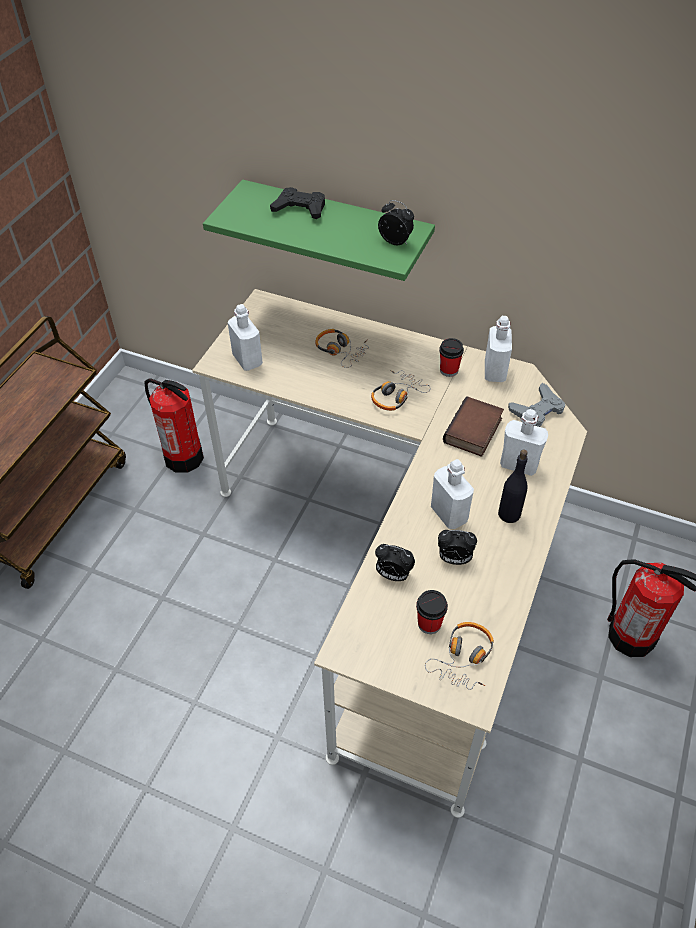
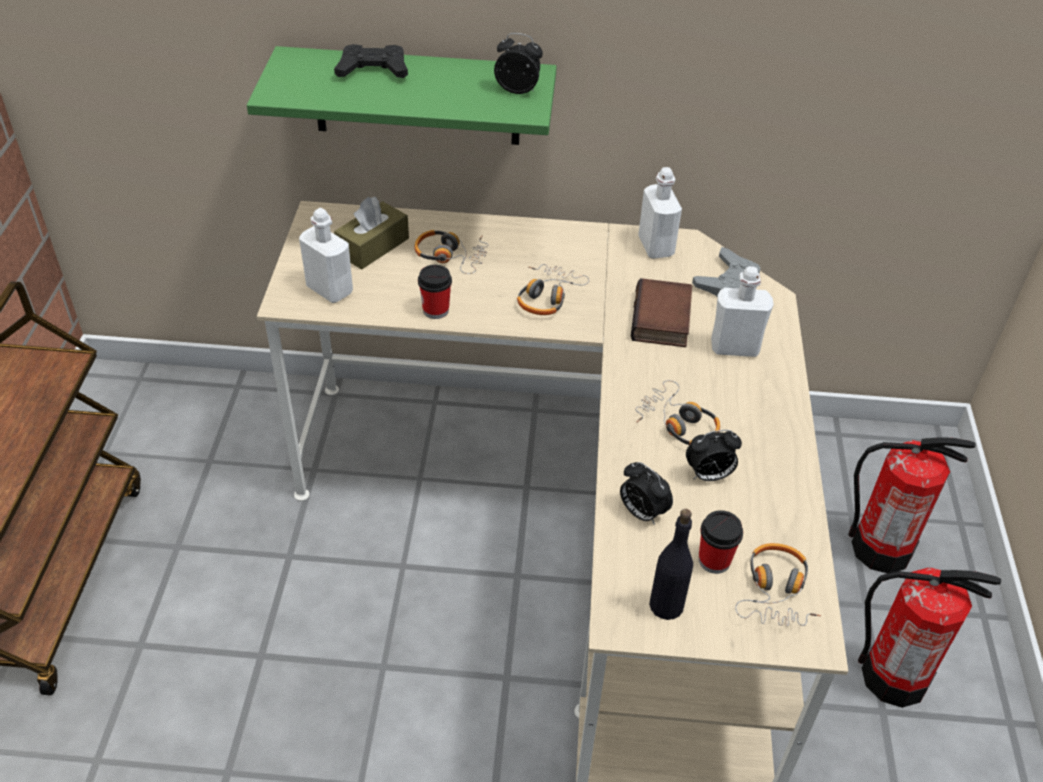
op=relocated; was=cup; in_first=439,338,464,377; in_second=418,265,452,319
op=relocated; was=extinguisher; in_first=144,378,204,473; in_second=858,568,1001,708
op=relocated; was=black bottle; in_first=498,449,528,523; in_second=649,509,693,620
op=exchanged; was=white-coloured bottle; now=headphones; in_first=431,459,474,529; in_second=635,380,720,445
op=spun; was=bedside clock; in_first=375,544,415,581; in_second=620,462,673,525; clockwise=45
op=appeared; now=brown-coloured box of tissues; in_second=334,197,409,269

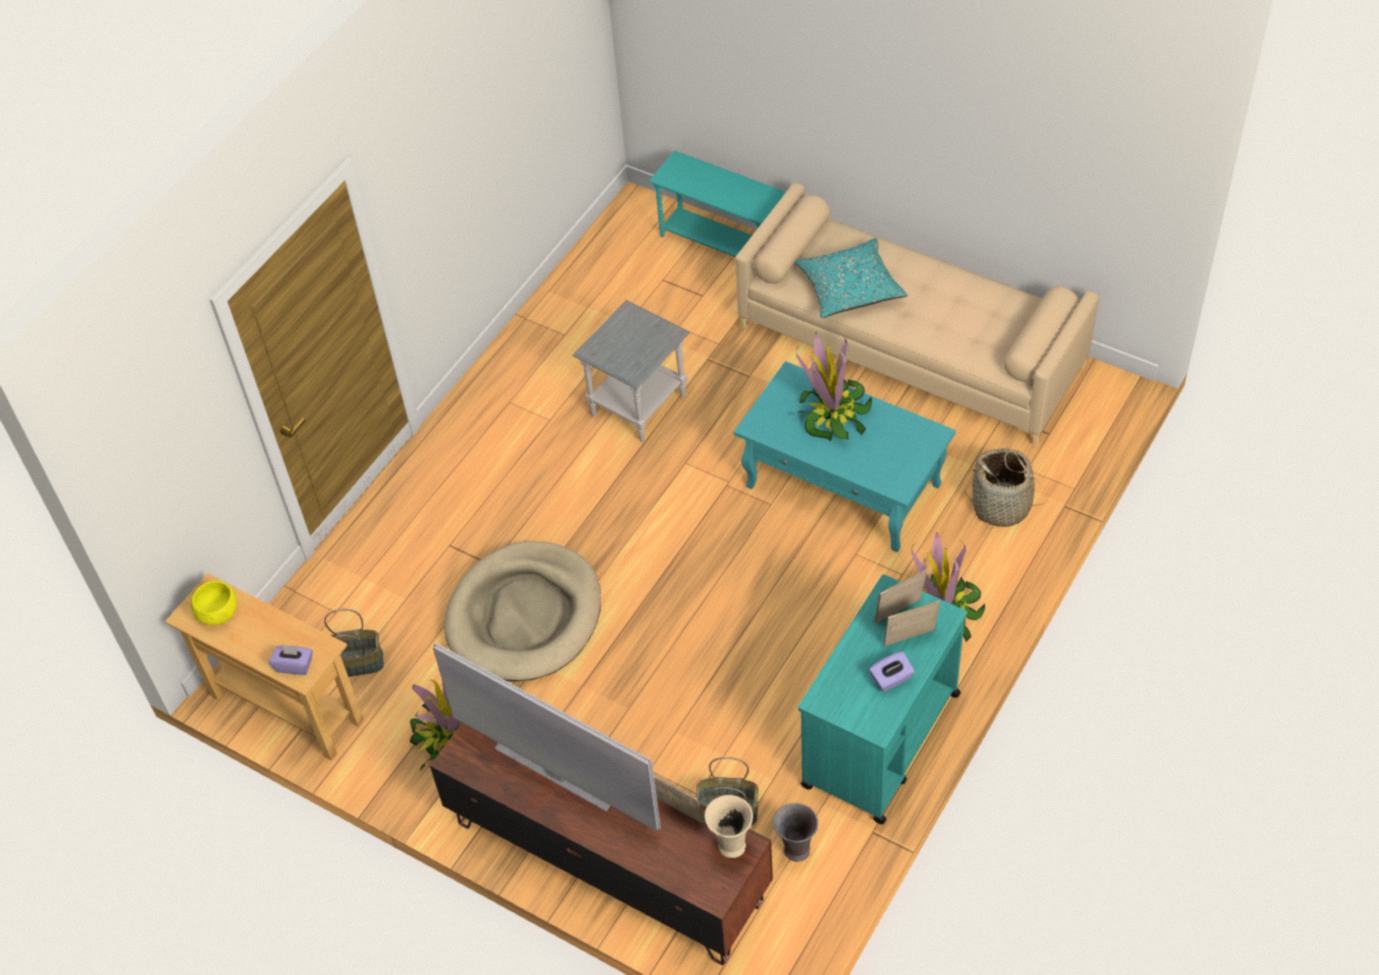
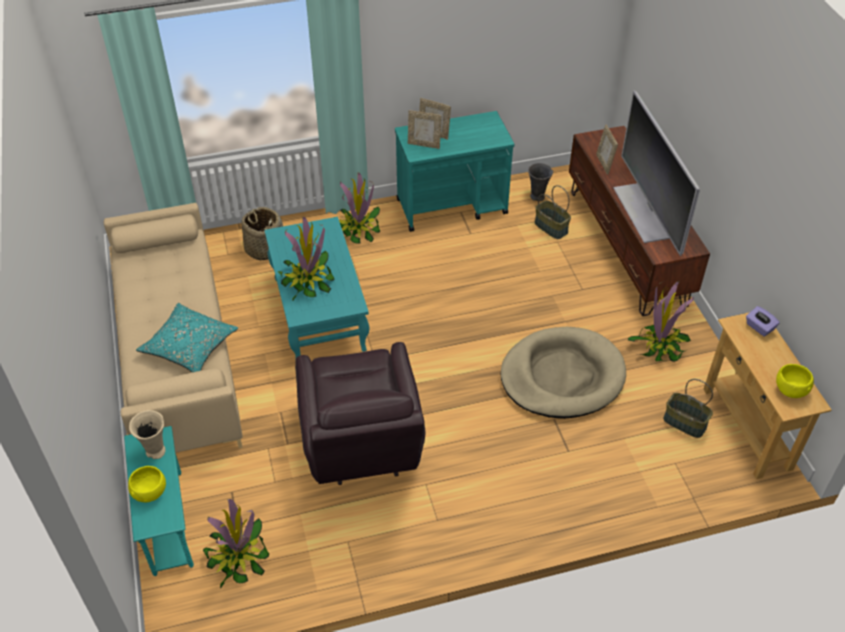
op=exchanged; was=greyish accent table; now=brown-coloured easy chair; in_first=572,300,690,442; in_second=295,342,426,485
op=missing; was=purple-coloured box of tissues; in_first=869,651,915,692
op=relocated; was=beige vase; in_first=704,795,753,858; in_second=129,410,166,459
op=appeared; now=yellow-coloured bowl; in_second=128,466,166,502
op=appeared; now=plant in a pot; in_second=203,499,269,589

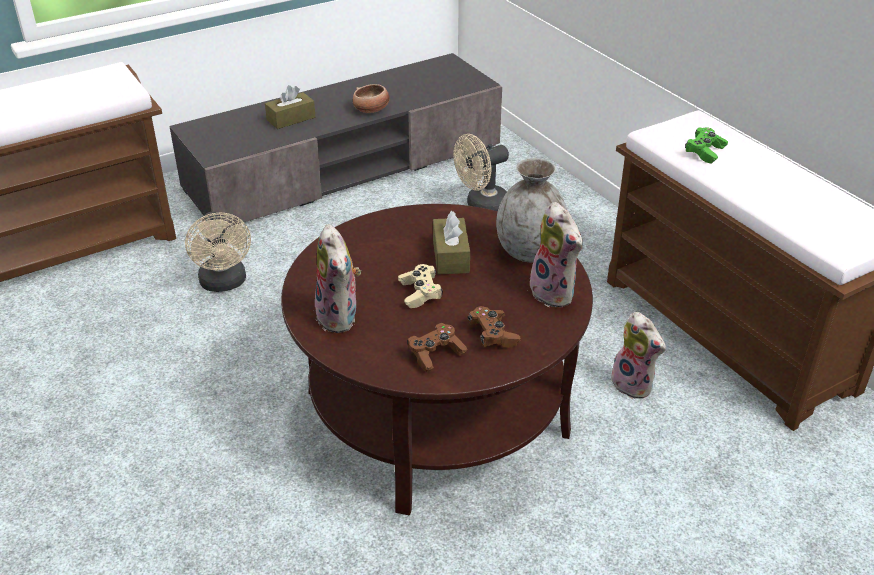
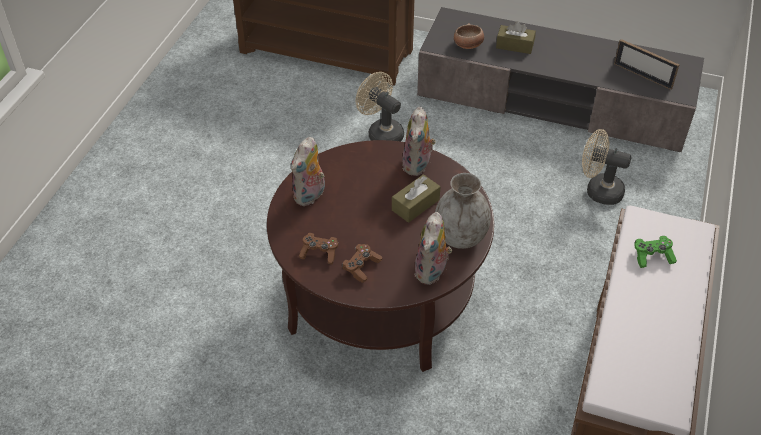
op=relocated; was=bowl; in_first=353,84,390,113; in_second=454,23,484,49
op=spun; was=beige electric fan; in_first=185,212,251,292; in_second=355,72,404,142; clockwise=105
op=missing; was=beige gamepad; in_first=398,264,443,308
op=relocated; was=plush toy; in_first=611,312,666,399; in_second=402,106,436,176
op=appeared; now=picture frame; in_second=614,39,679,90

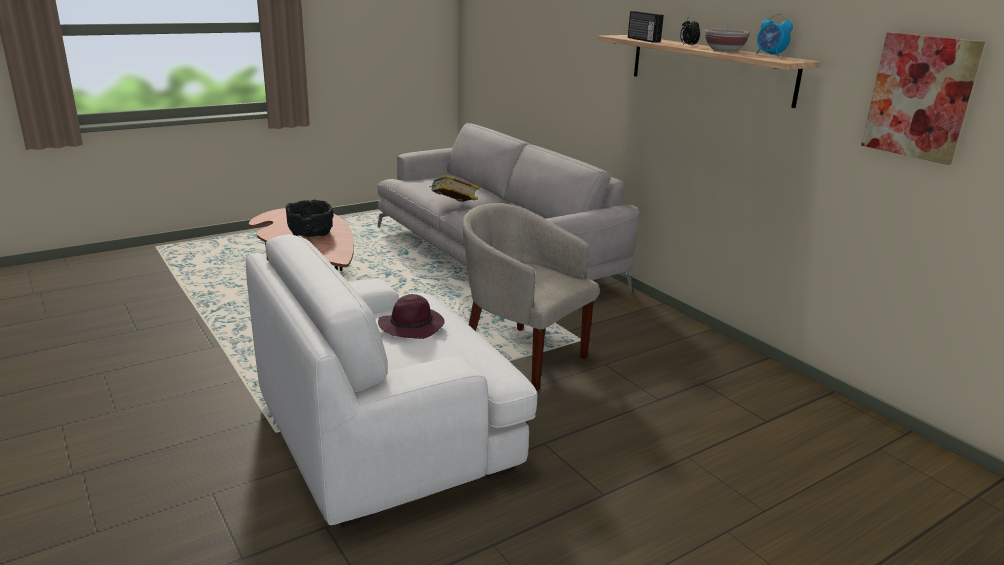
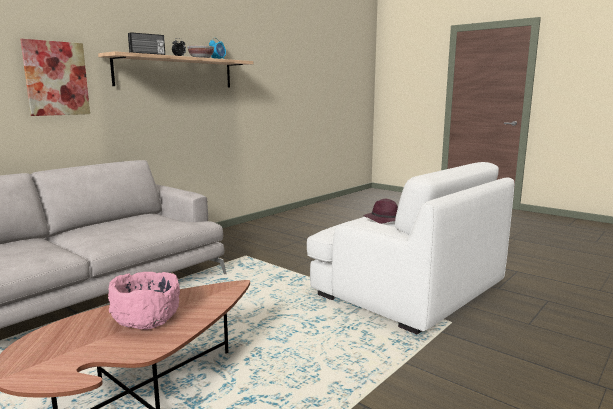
op=relocated; was=wall art; in_first=861,32,985,165; in_second=20,39,90,116
op=missing; was=book; in_first=429,175,480,202
op=colour; was=black bowl; now=pink bowl; in_first=286,200,334,237; in_second=108,272,180,330
op=missing; was=beige easy chair; in_first=462,203,600,391

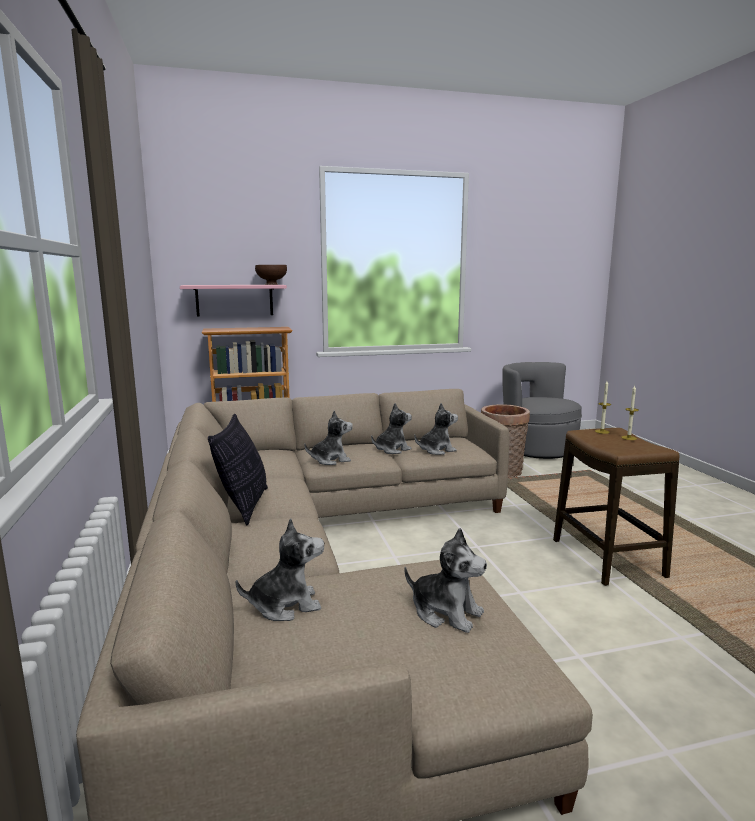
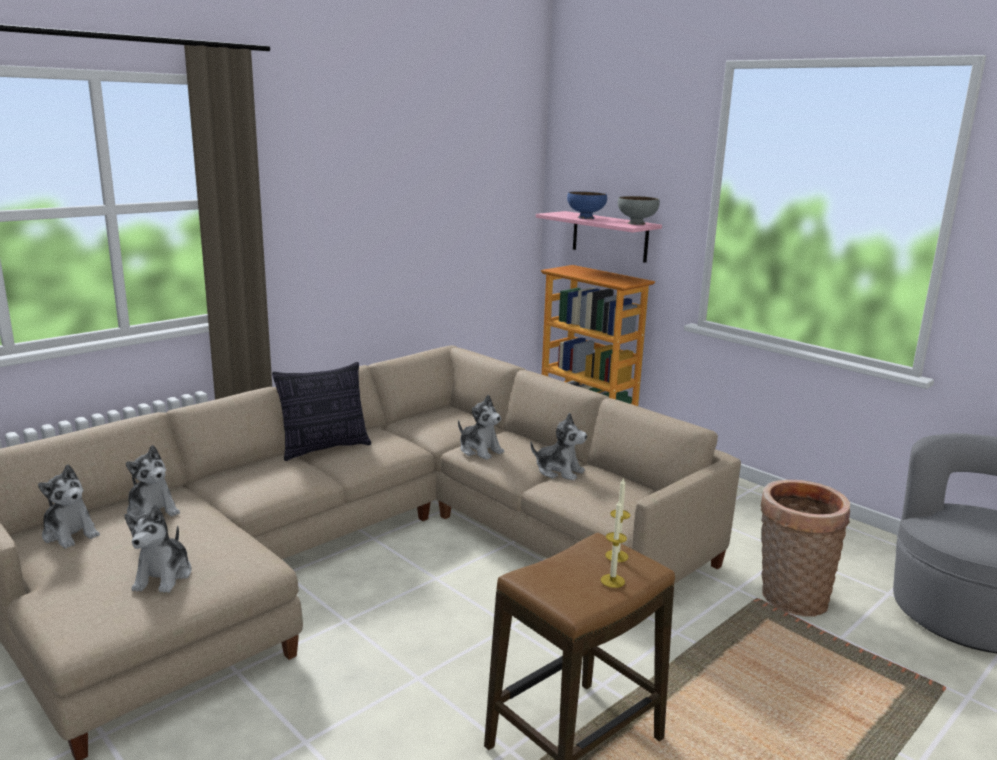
op=colour; was=brown-coloured bowl; now=greyish bowl; in_first=255,265,287,285; in_second=618,196,660,225
op=relocated; was=plush toy; in_first=414,403,458,455; in_second=38,464,100,549
op=appeared; now=bluish bowl; in_second=567,191,607,219

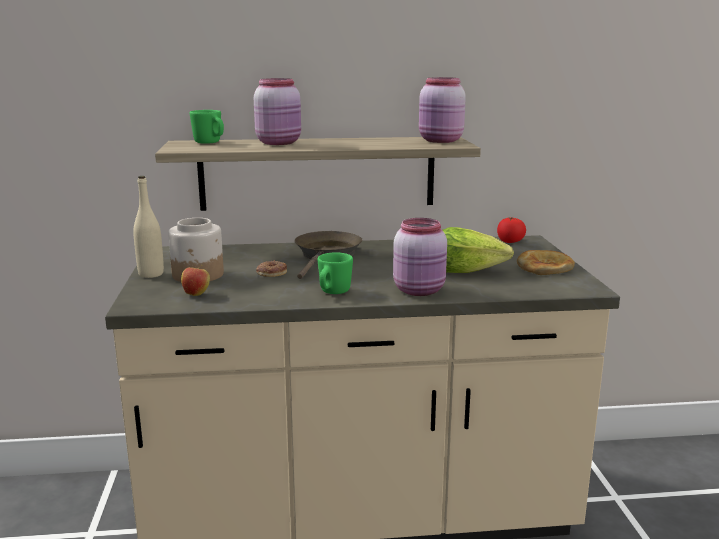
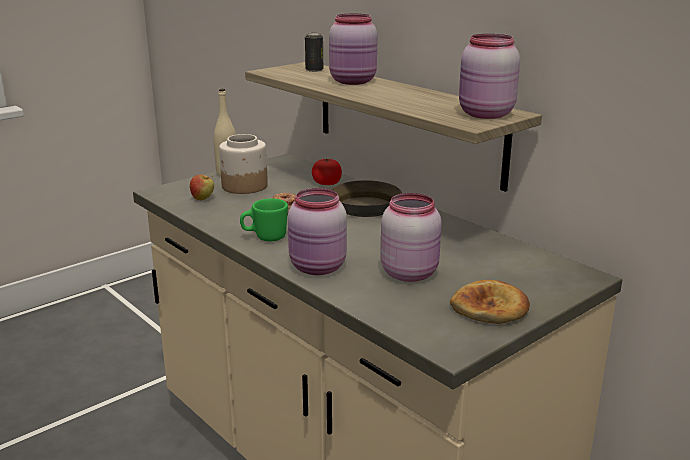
op=exchanged; was=greenish tea mug; now=sealed can; in_first=190,110,224,144; in_second=305,33,323,72
op=relocated; was=fresh tomato; in_first=497,217,526,243; in_second=312,158,342,185
op=exchanged; was=lettuce head; now=pink jar; in_first=442,227,514,273; in_second=380,193,441,282

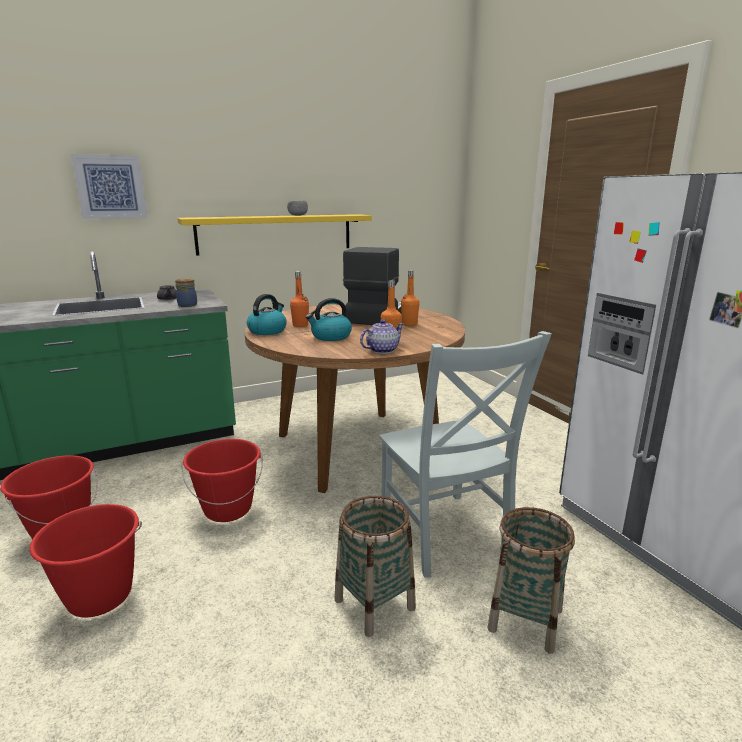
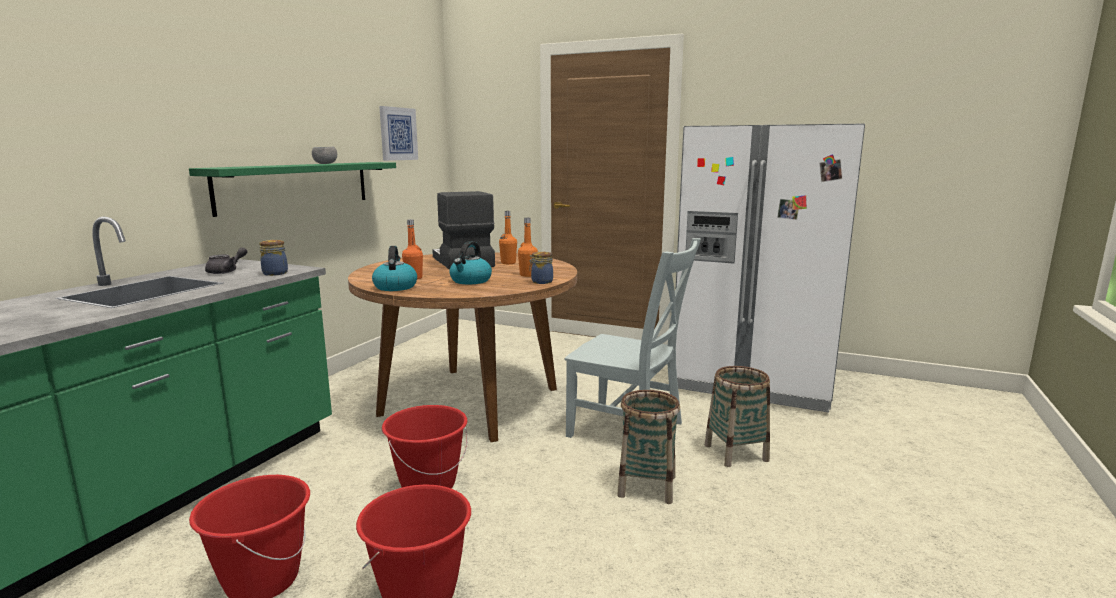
op=relocated; was=wall art; in_first=71,154,148,219; in_second=379,106,418,161
op=colour; was=yellow-coloured shelf; now=greenish shelf; in_first=177,214,372,256; in_second=189,162,396,217
op=exchanged; was=teapot; now=jar; in_first=360,319,404,354; in_second=529,252,553,284

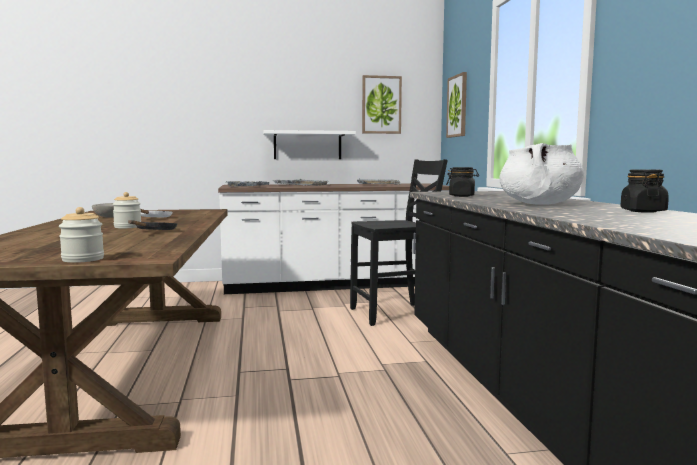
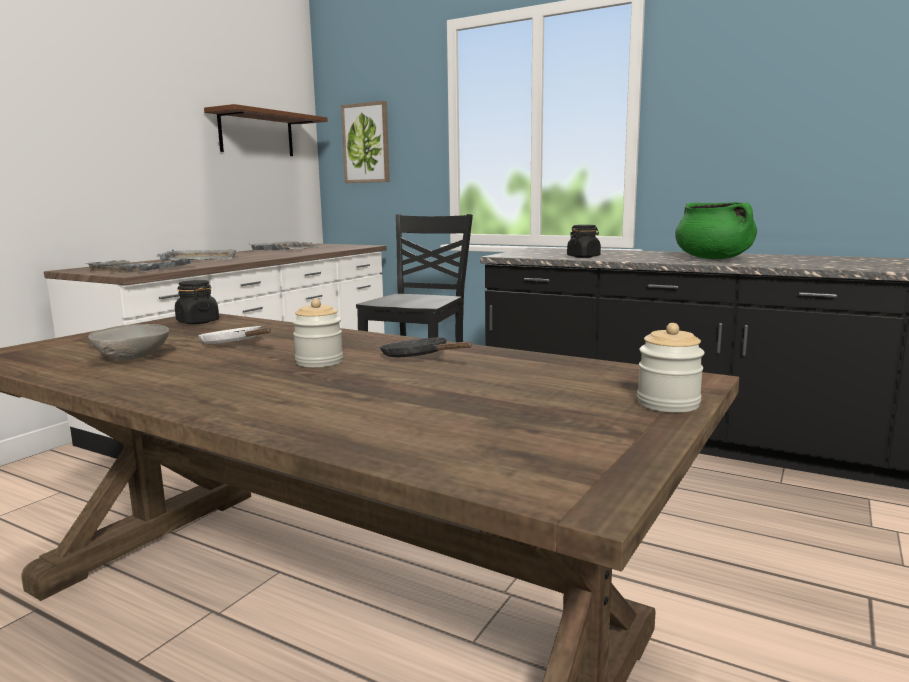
op=exchanged; was=wall art; now=brown-coloured shelf; in_first=362,75,402,134; in_second=204,104,328,156
op=missing; was=white-coloured shelf; in_first=263,130,356,159
op=colour; was=white-coloured cooking pot; now=greenish cooking pot; in_first=500,143,584,205; in_second=675,202,757,259
op=relocated; was=black jar; in_first=620,169,669,213; in_second=175,280,219,324

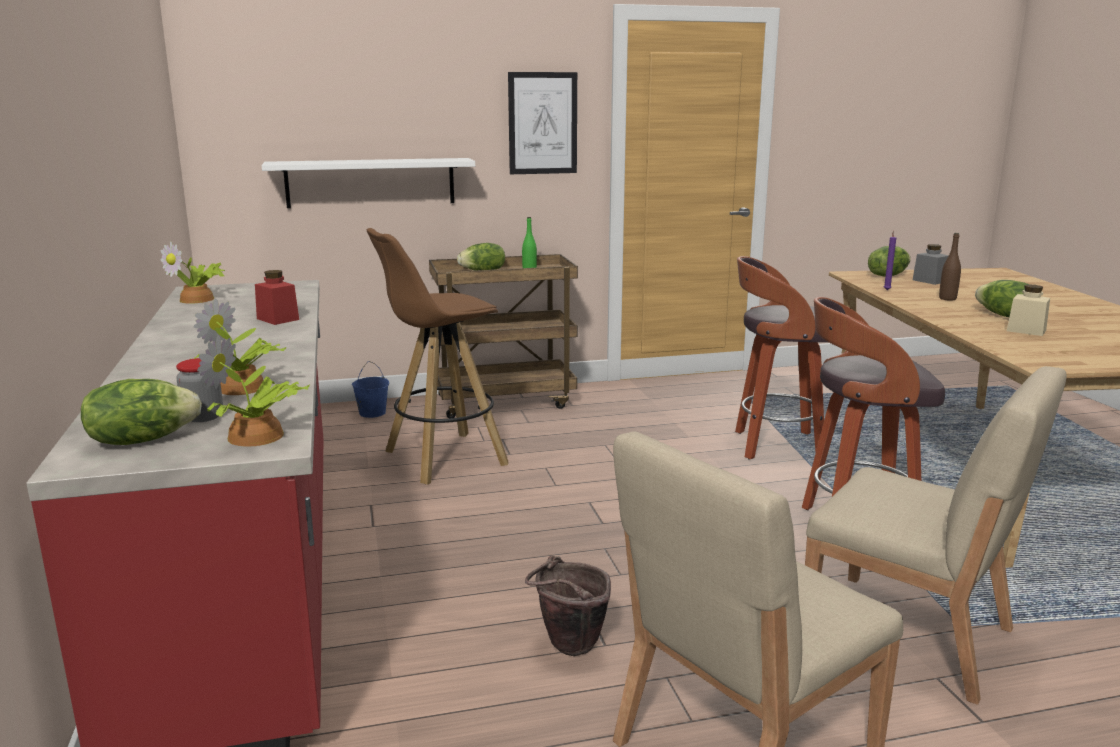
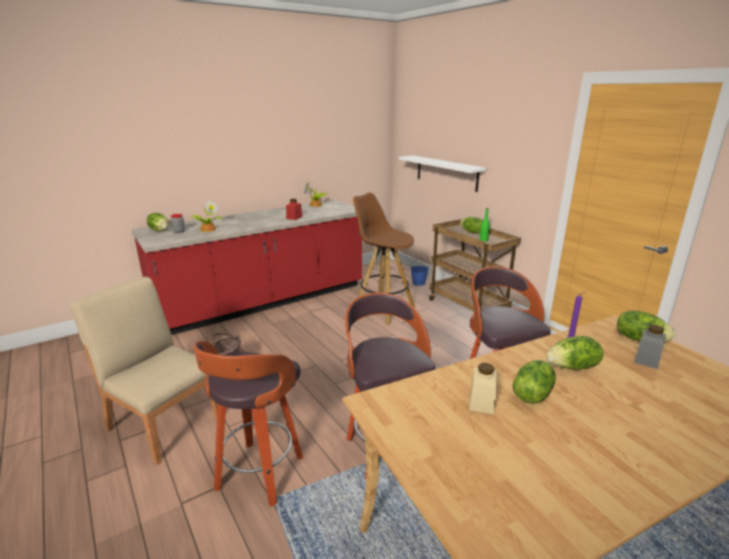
op=missing; was=wall art; in_first=508,72,577,174
op=exchanged; was=brown-coloured bottle; now=lettuce head; in_first=939,233,961,301; in_second=546,336,604,370
op=missing; was=plant in a pot; in_first=197,335,310,447
op=exchanged; was=beige upright chair; now=stool; in_first=805,366,1067,705; in_second=193,341,303,507

